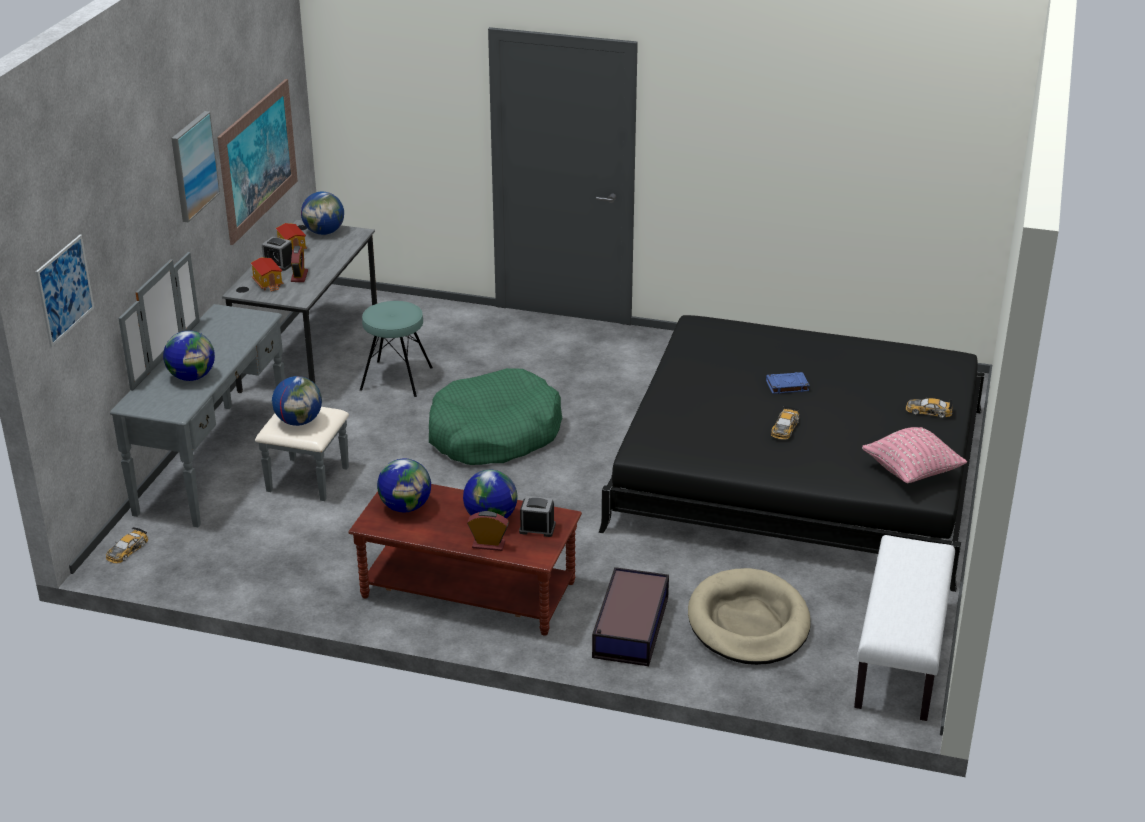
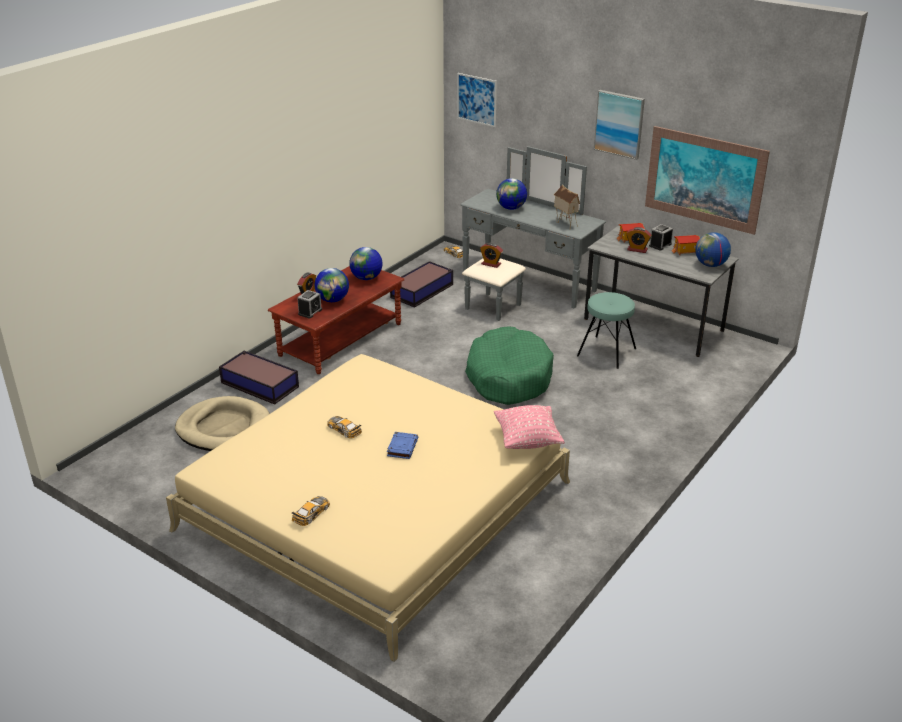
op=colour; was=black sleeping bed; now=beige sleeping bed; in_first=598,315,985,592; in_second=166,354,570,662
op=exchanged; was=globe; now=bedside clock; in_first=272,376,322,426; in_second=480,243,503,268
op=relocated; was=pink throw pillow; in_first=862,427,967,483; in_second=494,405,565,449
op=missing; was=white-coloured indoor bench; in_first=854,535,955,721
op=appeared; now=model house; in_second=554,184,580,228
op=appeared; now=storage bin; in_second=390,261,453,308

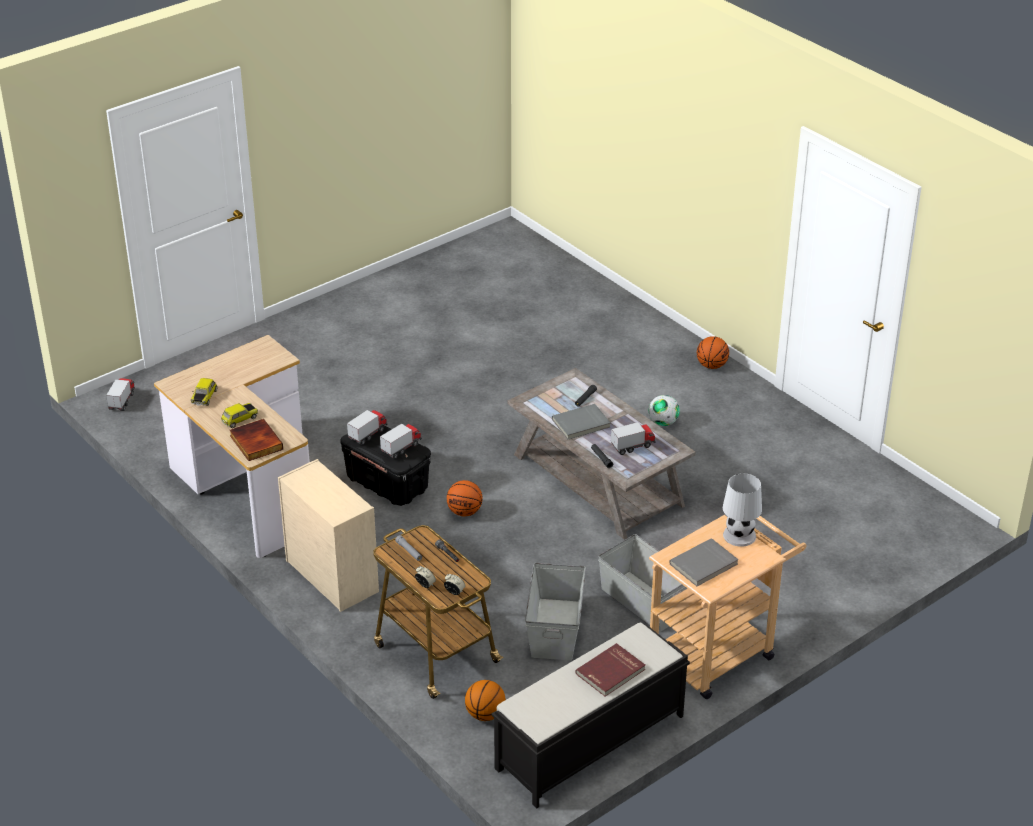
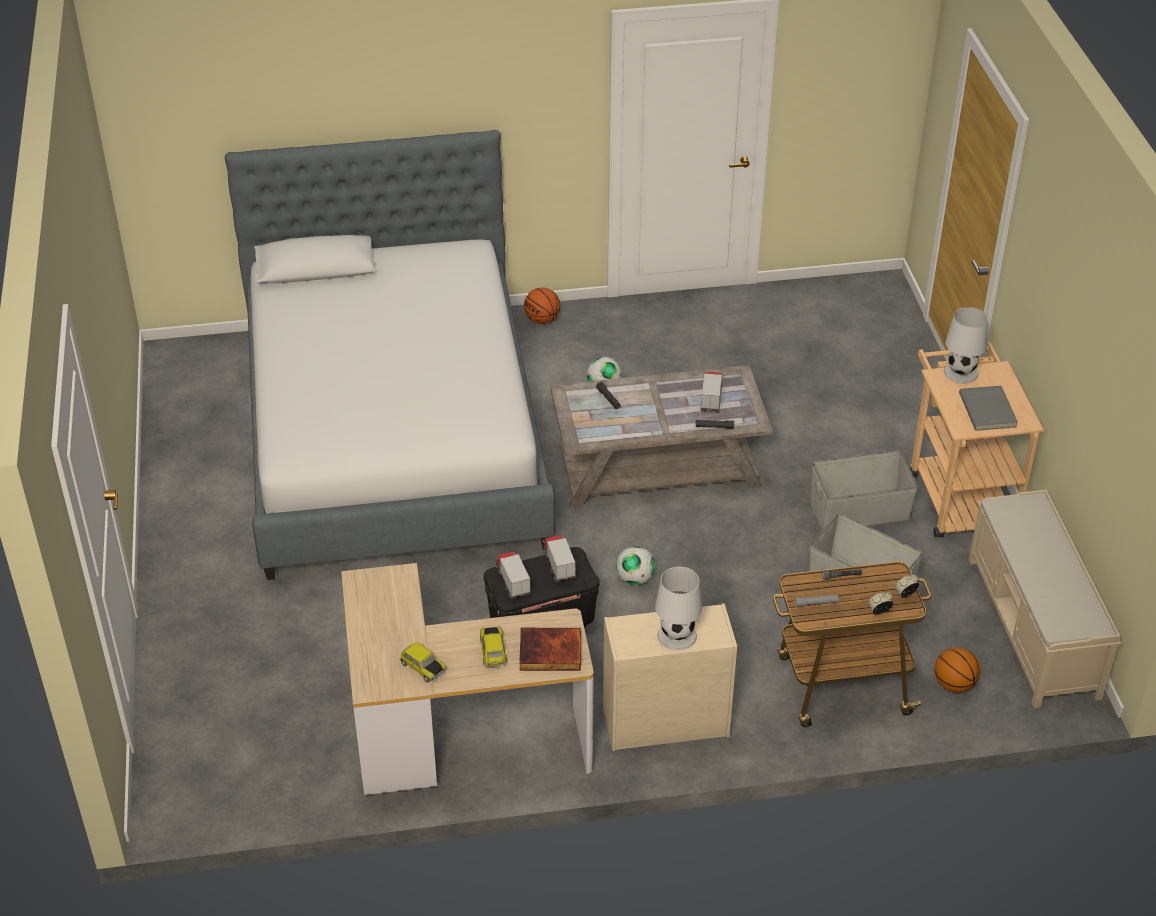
op=missing; was=toy truck; in_first=106,378,135,411
op=missing; was=greyish book; in_first=552,404,611,439
op=exchanged; was=basketball ball; now=football ball; in_first=447,480,483,516; in_second=616,546,655,585
op=colour; was=black indoor bench; now=beige indoor bench; in_first=492,622,690,809; in_second=969,490,1121,708
op=missing; was=red-coloured book; in_first=575,643,645,696
op=appeared; now=sleeping bed; in_second=225,130,556,580
op=appeared; now=white-coloured tabletop lamp; in_second=655,567,702,651

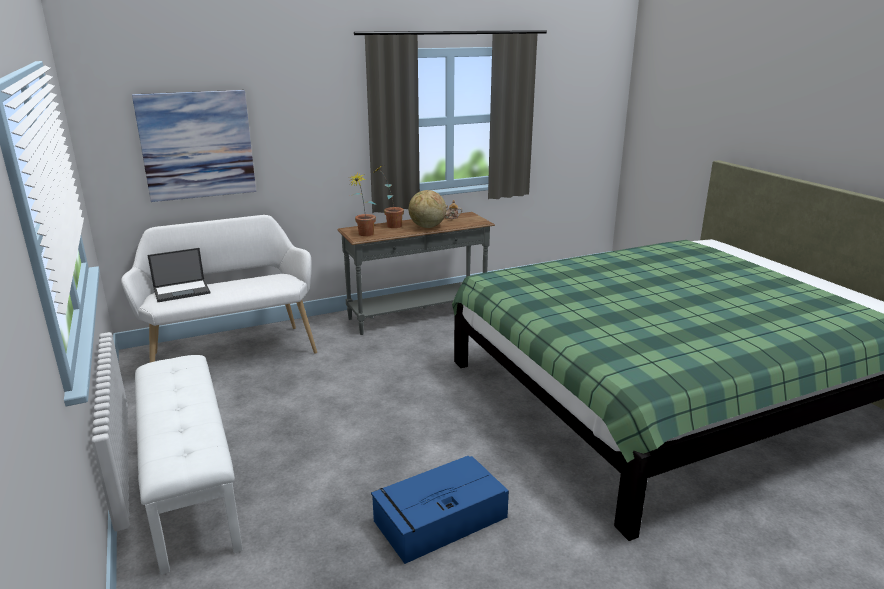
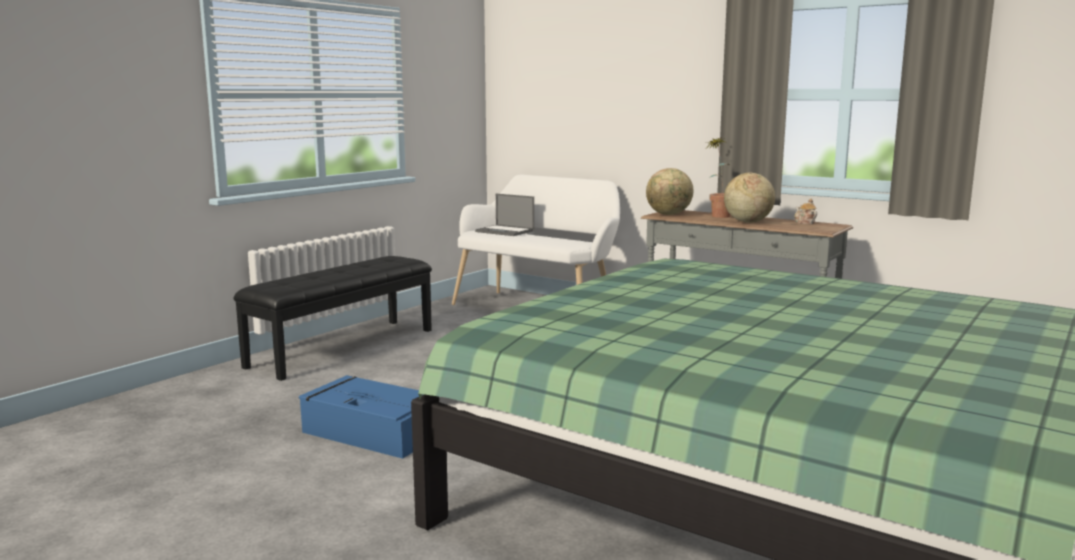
op=missing; was=wall art; in_first=132,90,256,202
op=exchanged; was=plant in a pot; now=globe; in_first=349,173,376,236; in_second=646,168,693,215
op=colour; was=white-coloured indoor bench; now=black indoor bench; in_first=135,355,243,575; in_second=233,256,432,381

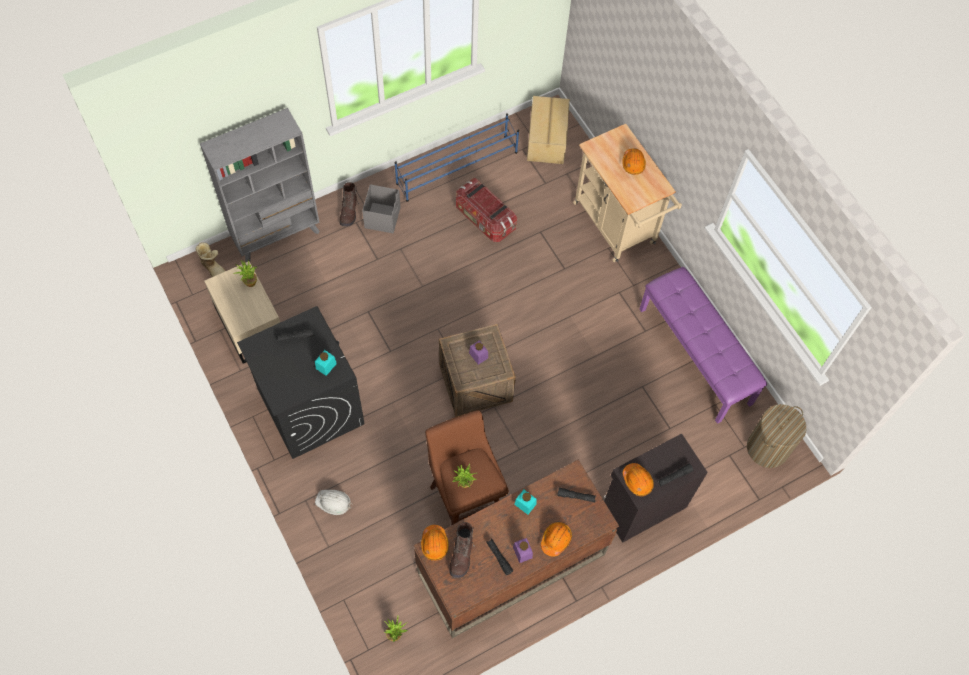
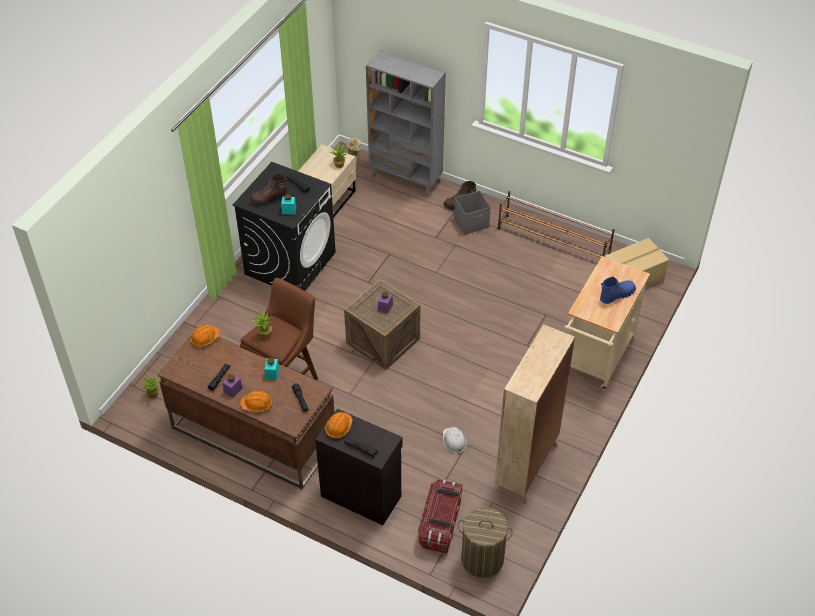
op=colour; was=bluish shoe shelf; now=brown-coloured shoe shelf; in_first=395,113,519,202; in_second=498,191,615,258
op=exchanged; was=orange-coloured safety helmet; now=bluish boot; in_first=622,148,646,175; in_second=600,277,636,304
op=relocated; was=storage bin; in_first=456,178,517,242; in_second=418,480,463,553
op=exchanged; was=purple-coloured indoor bench; now=beige bookcase; in_first=640,267,767,424; in_second=494,324,575,504
op=relocated; was=white-coloured safety helmet; in_first=315,490,353,515; in_second=443,427,467,454
op=relocated; was=brown-coloured boot; in_first=449,522,474,578; in_second=250,174,287,206

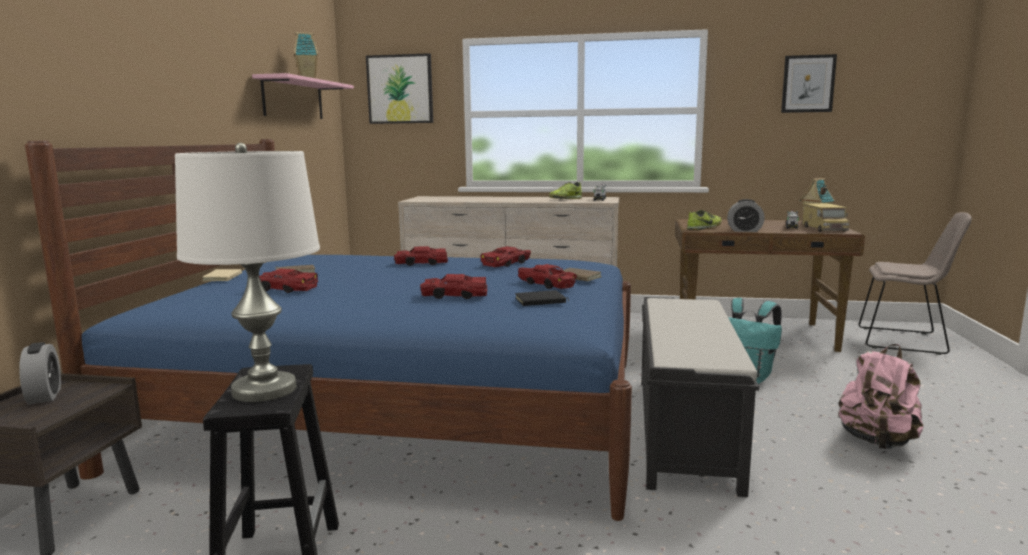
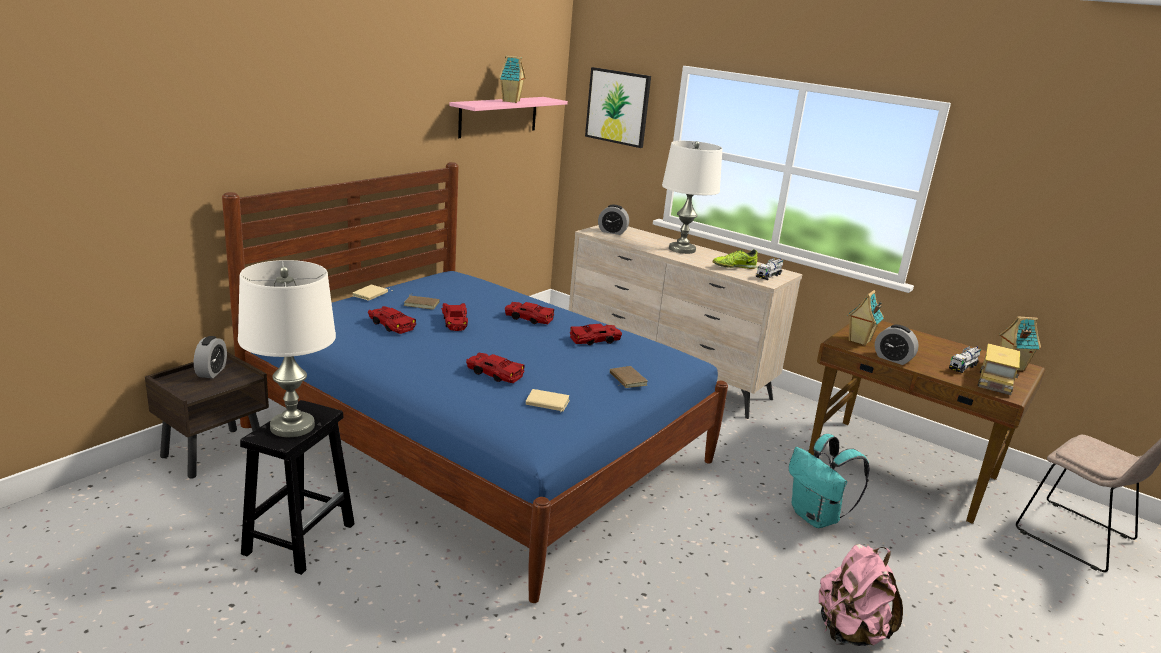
op=missing; was=wall art; in_first=781,54,837,113
op=exchanged; was=low shoe; now=model house; in_first=687,210,722,230; in_second=847,290,884,346
op=relocated; was=red-coloured model car; in_first=518,264,577,289; in_second=441,303,468,331
op=colour; was=black book; now=beige book; in_first=515,290,569,306; in_second=526,389,570,412
op=missing; was=black indoor bench; in_first=641,297,759,497
op=appeared; now=white-coloured tabletop lamp; in_second=662,141,723,254
op=appeared; now=bedside clock; in_second=598,205,629,235

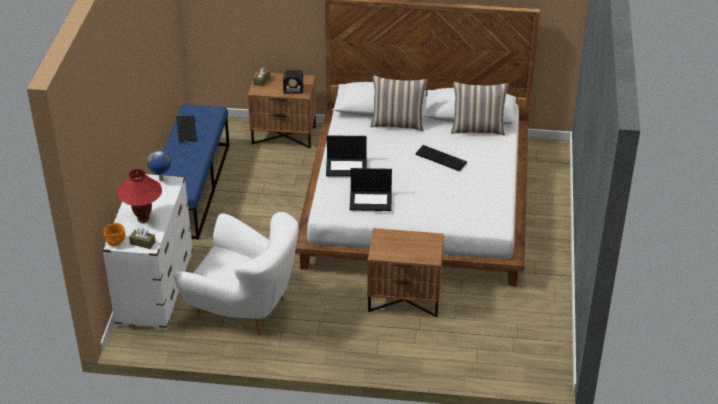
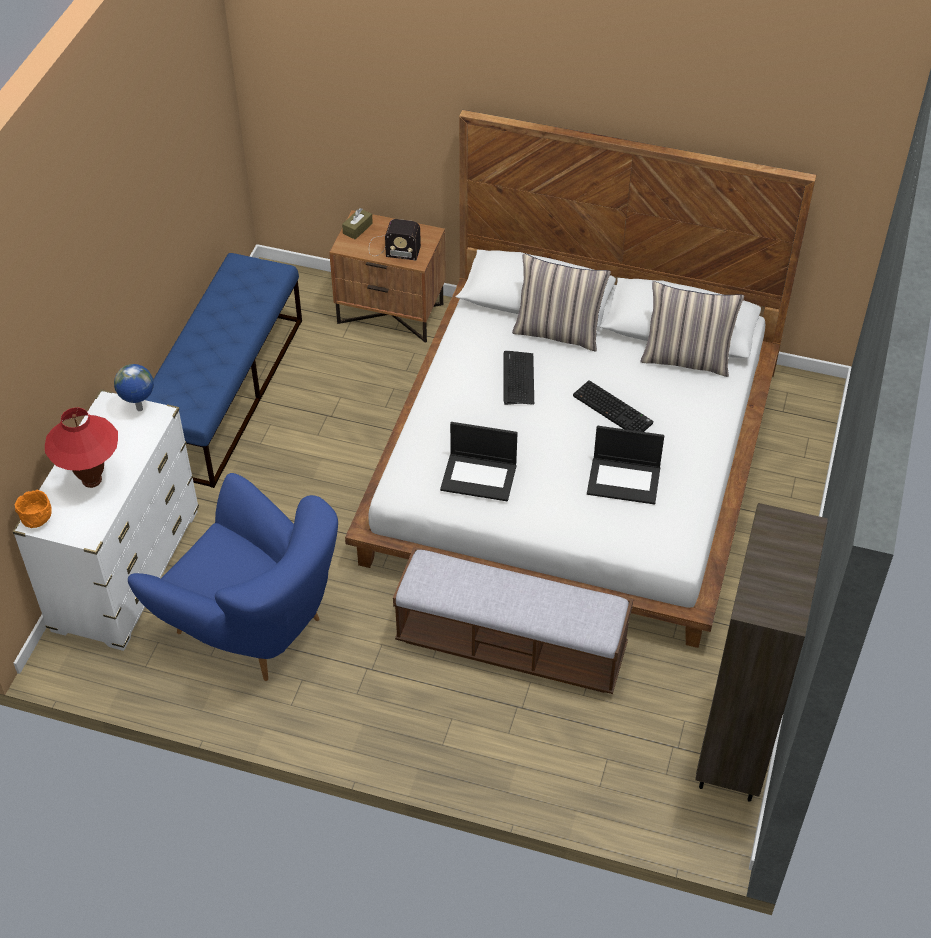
op=relocated; was=computer keyboard; in_first=176,116,197,142; in_second=503,351,534,405
op=relocated; was=notebook computer; in_first=326,136,367,177; in_second=587,426,664,504
op=colour; was=white-coloured easy chair; now=bluish easy chair; in_first=173,212,299,336; in_second=128,473,338,681
op=missing; was=brown-coloured box of tissues; in_first=129,228,156,249
op=exchanged; was=brown-coloured nightstand; now=indoor bench; in_first=367,228,444,318; in_second=393,547,633,694
op=appeared; now=brown-coloured bookcase; in_second=695,503,828,802

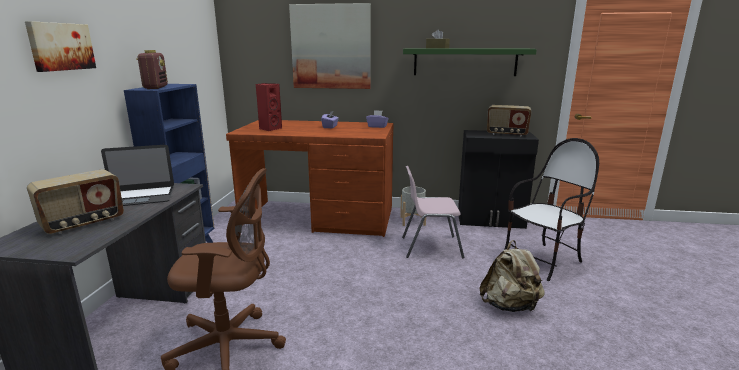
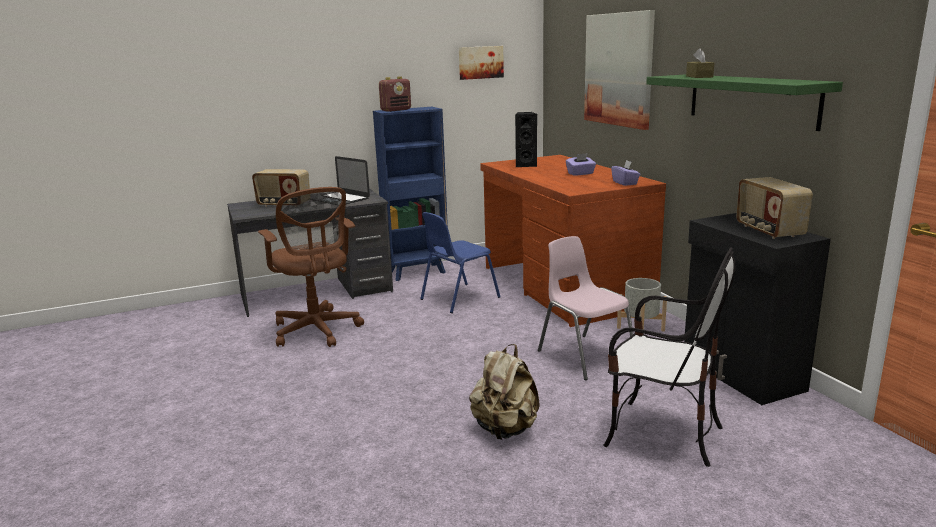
op=relocated; was=wall art; in_first=25,21,96,72; in_second=459,46,504,80
op=colour; was=red-coloured loudspeaker; now=black loudspeaker; in_first=256,83,282,131; in_second=515,112,537,167
op=appeared; now=bluish upright chair; in_second=420,212,501,313

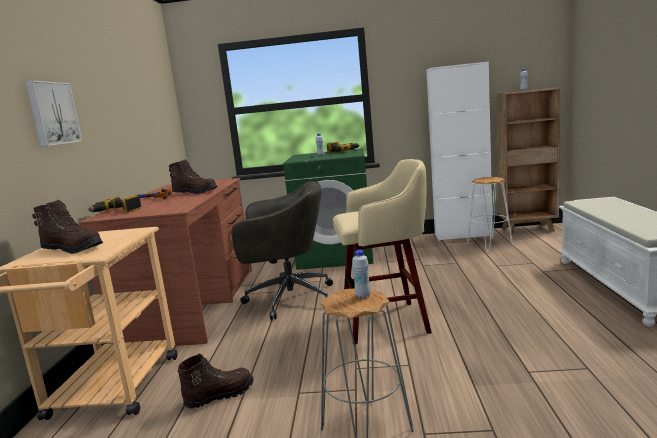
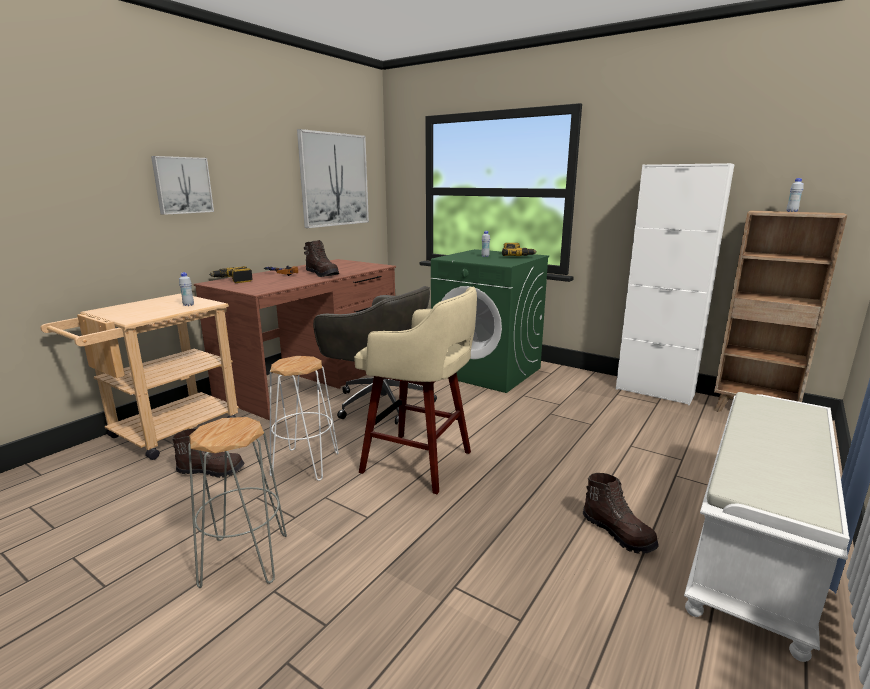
op=relocated; was=white-coloured stool; in_first=467,177,513,251; in_second=270,356,339,481
op=relocated; was=brown-coloured boot; in_first=32,200,103,254; in_second=583,473,659,554
op=relocated; was=white-coloured bottle; in_first=352,250,370,299; in_second=179,272,194,306
op=appeared; now=wall art; in_second=297,129,369,228

